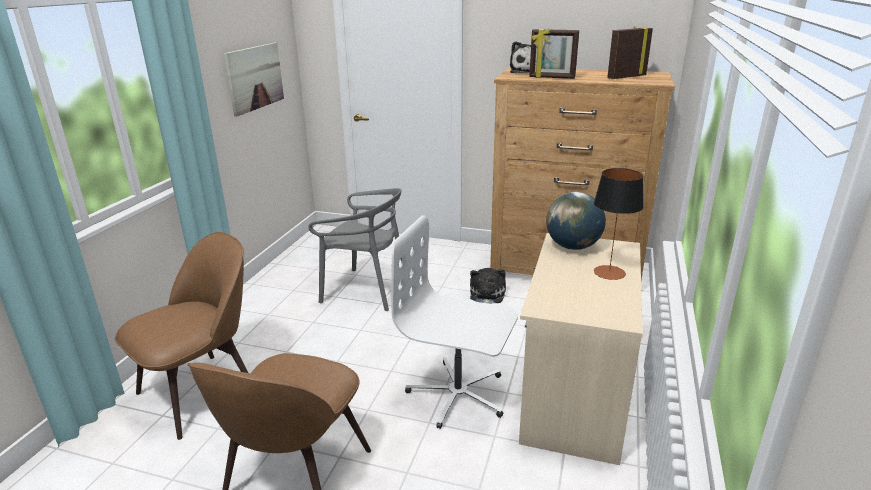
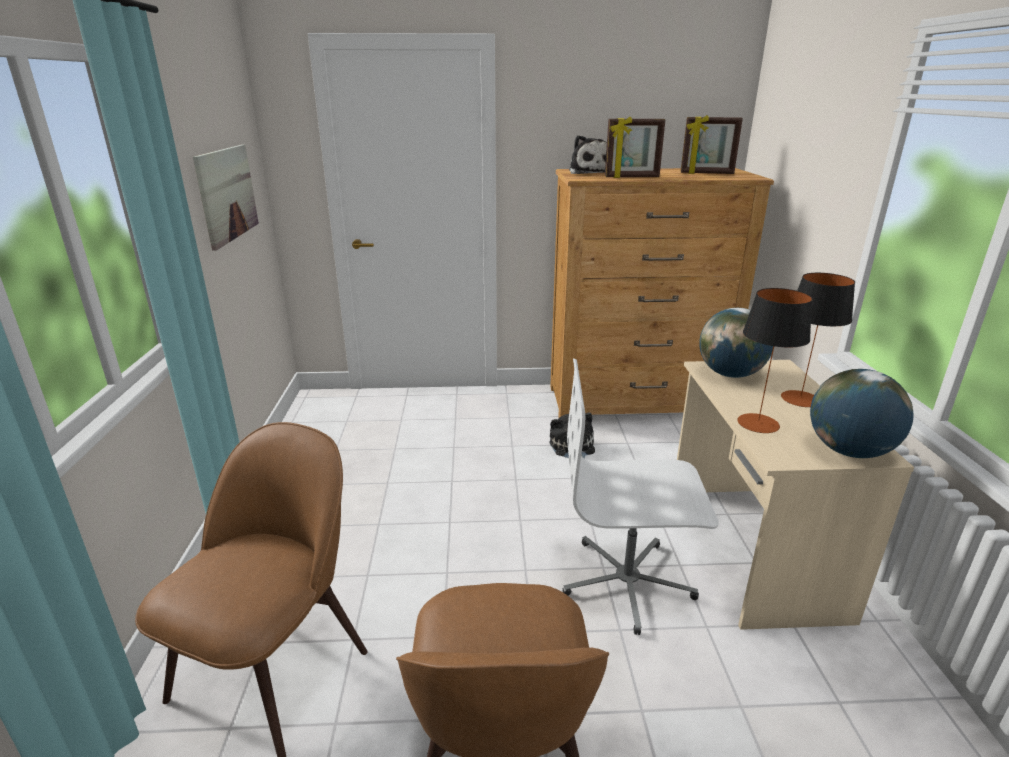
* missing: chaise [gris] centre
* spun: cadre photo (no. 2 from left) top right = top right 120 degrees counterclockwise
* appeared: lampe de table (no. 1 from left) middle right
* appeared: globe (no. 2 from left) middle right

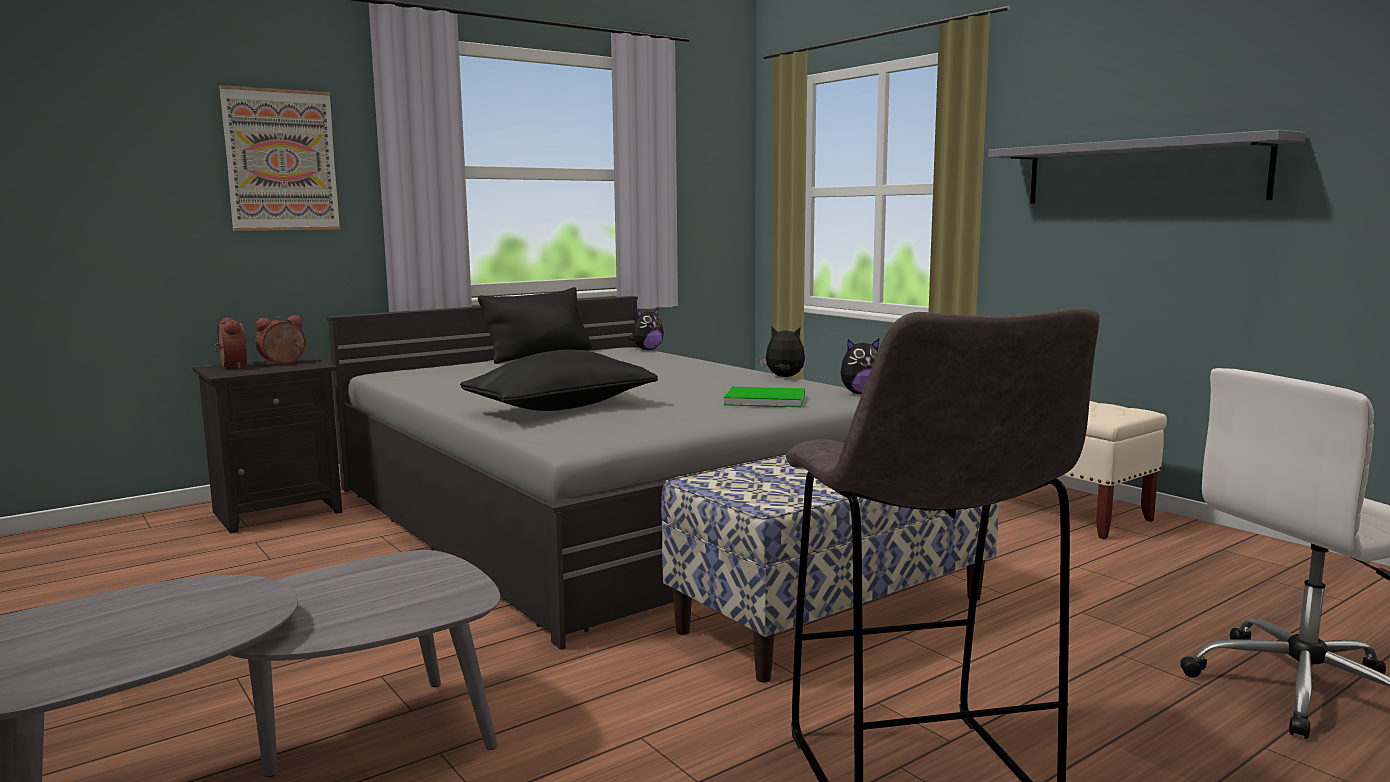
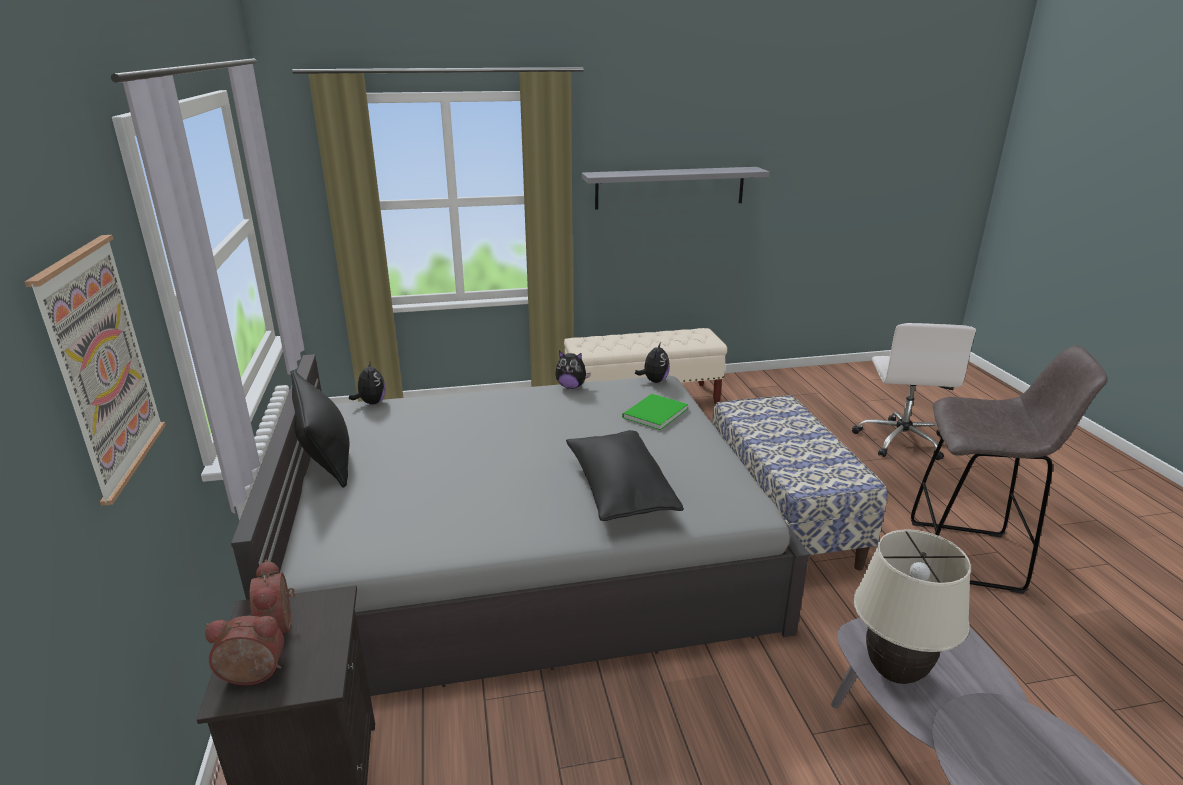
* spun: peluche (no. 2 from left) centre = centre 120 degrees counterclockwise
* appeared: lampe de table [beige] bottom right

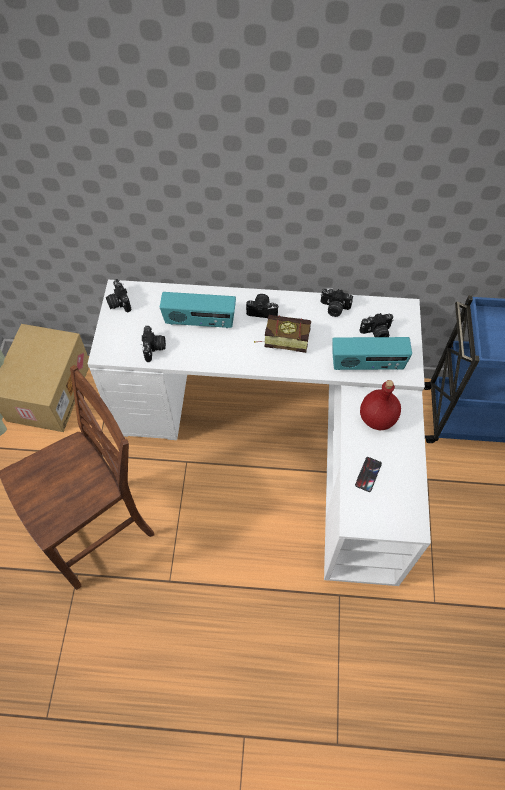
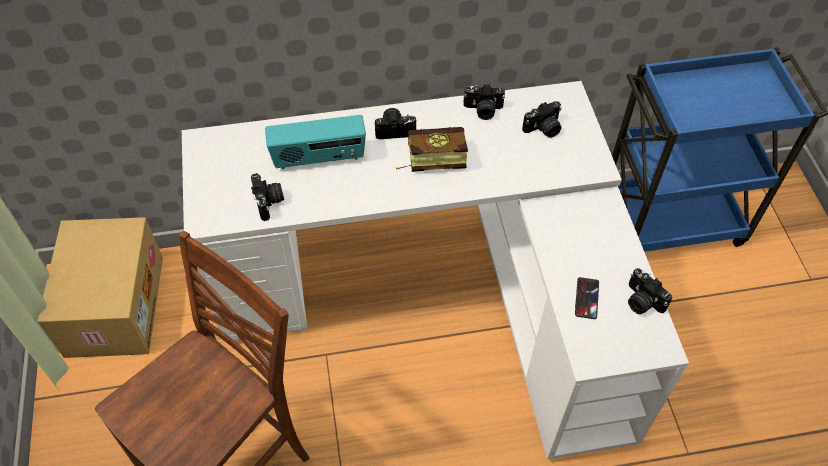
* relocated: appareil photo (no. 1 from left in the first image) middle left to appareil photo (no. 5 from left) middle right
* missing: radio (no. 2 from left) middle right
* missing: bouteille [rouge] middle right

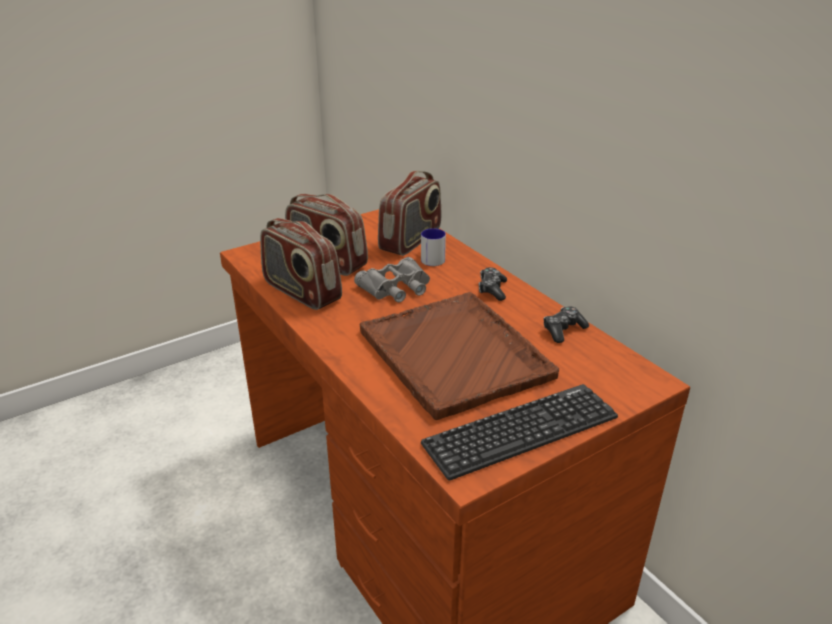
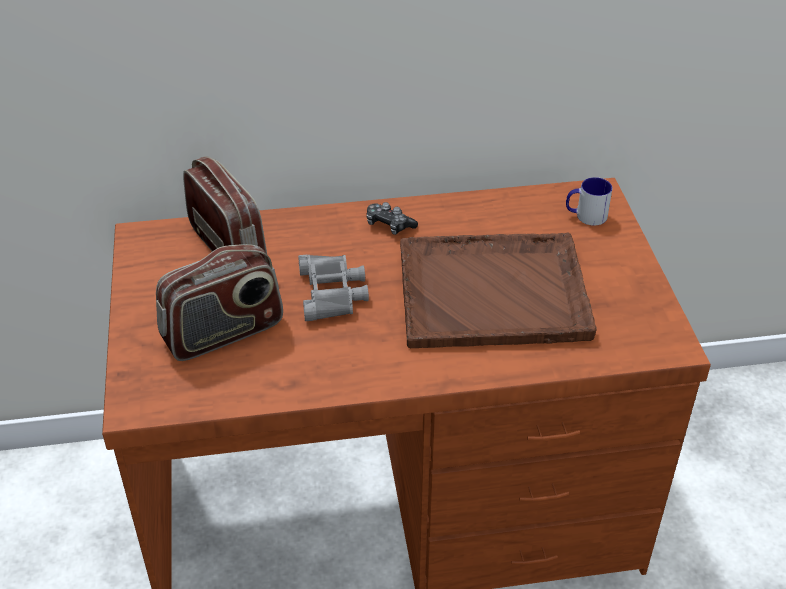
* missing: radio (no. 1 from left) centre
* relocated: mug centre to middle right
* missing: clavier bottom centre
* missing: manette (no. 2 from left) middle right

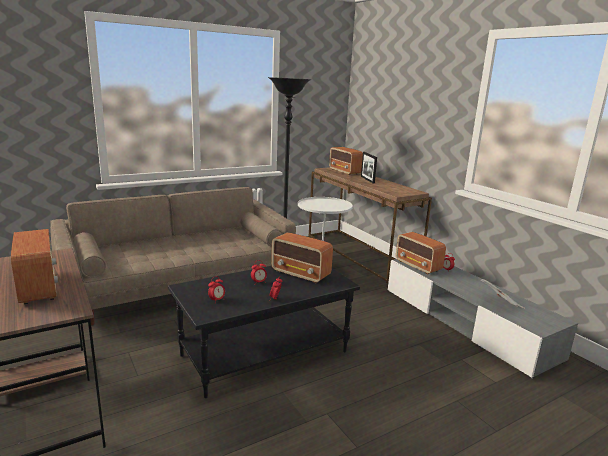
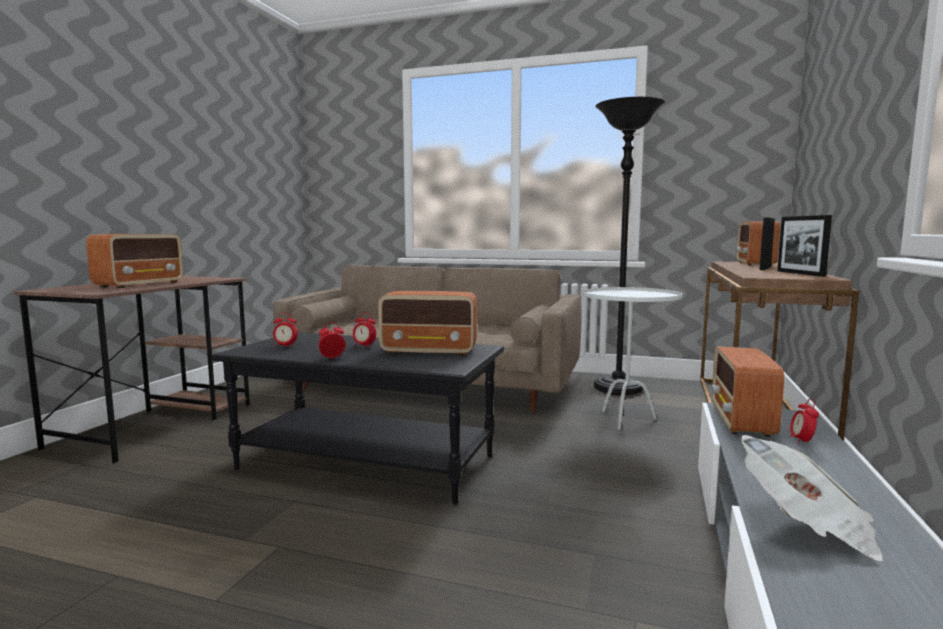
* spun: radio (no. 2 from left) centre = centre 75 degrees counterclockwise
* appeared: cadre photo (no. 2 from left) middle right

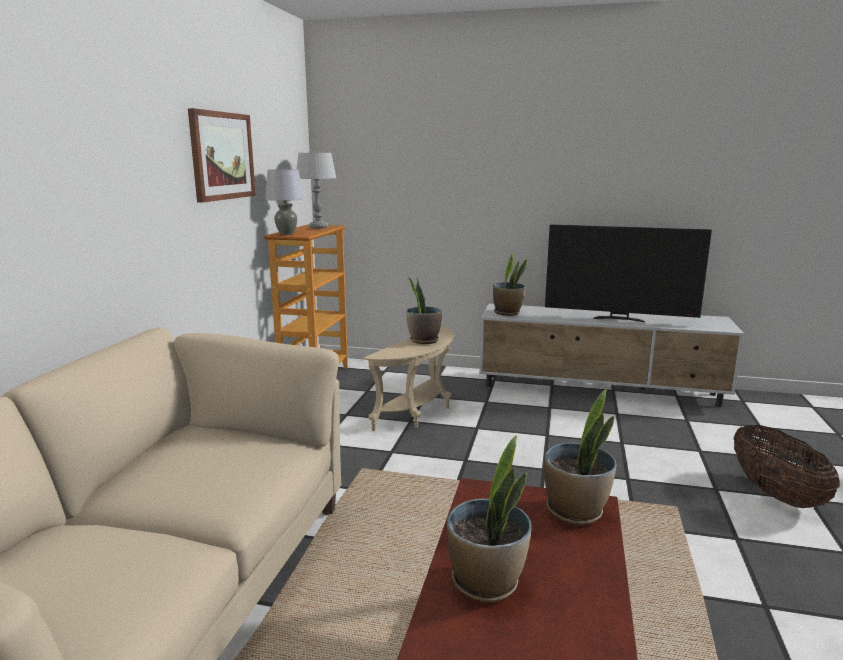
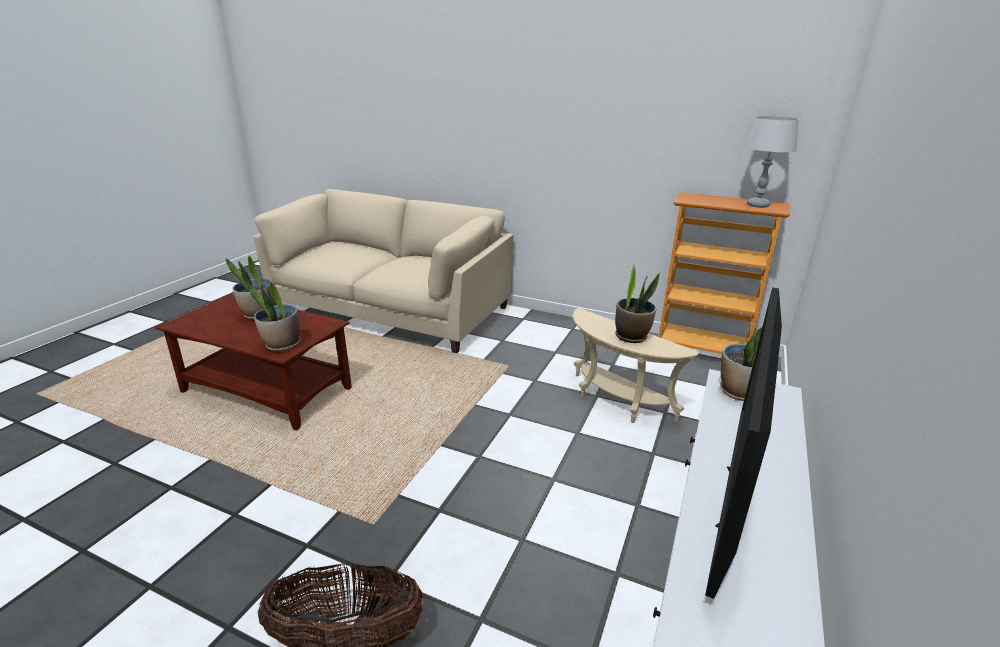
* missing: tableau top left
* missing: lampe de table [gris] (no. 1 from left) top centre

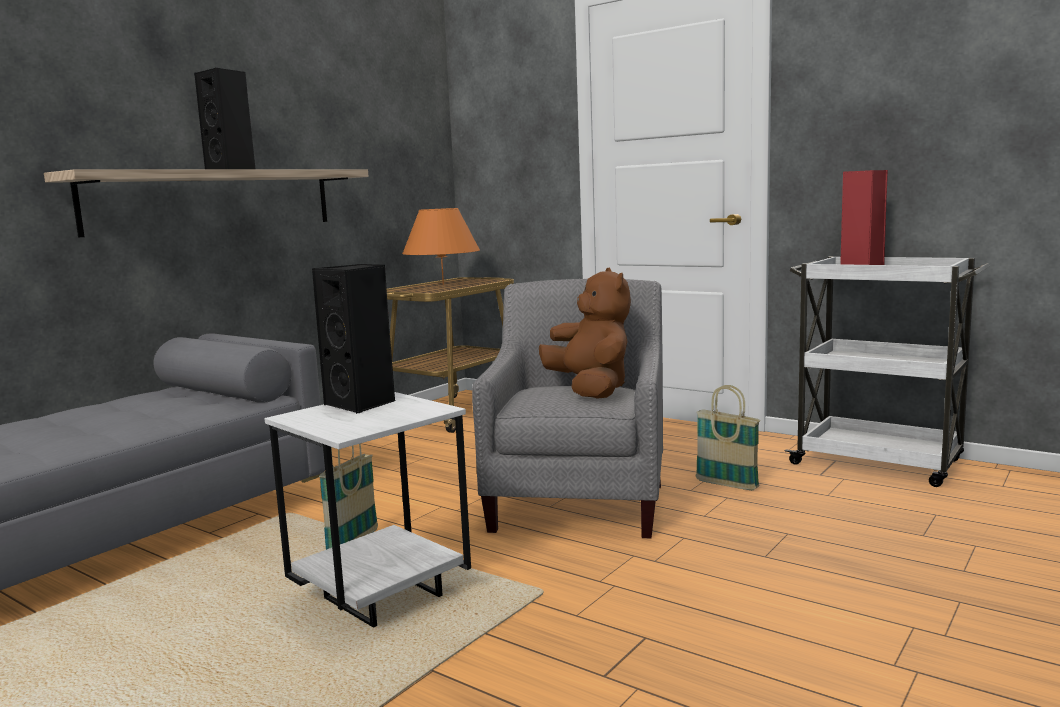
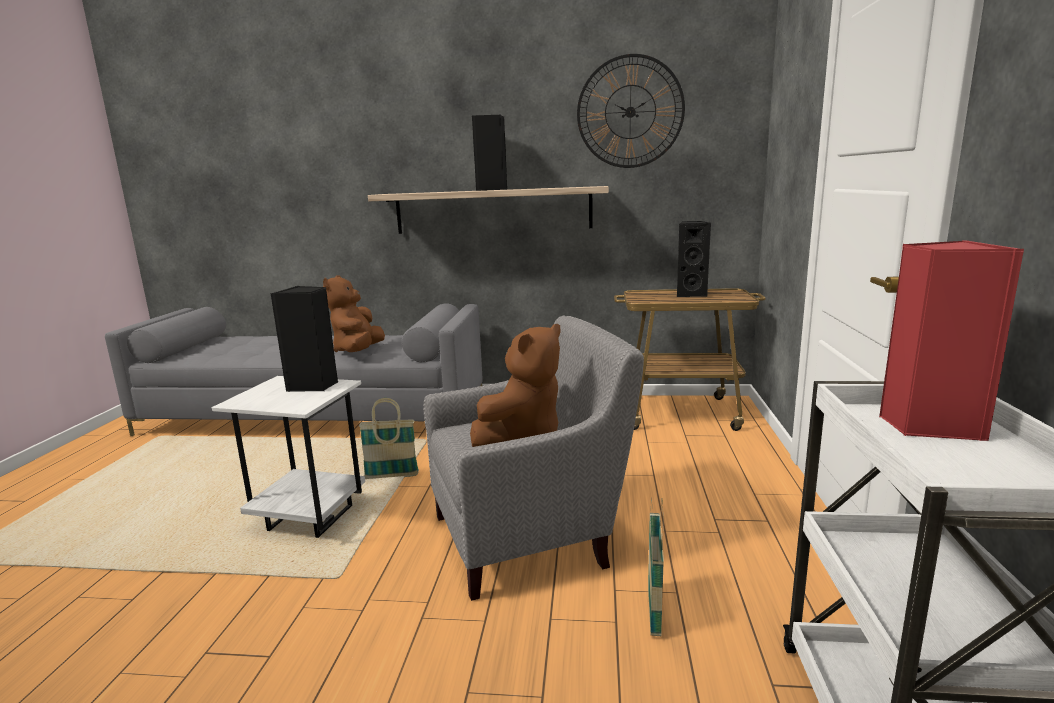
* exchanged: lampe de table [orange] centre to enceinte [noir] (no. 3 from left) centre
* appeared: peluche [marron] (no. 1 from left) centre
* appeared: horloge murale top centre

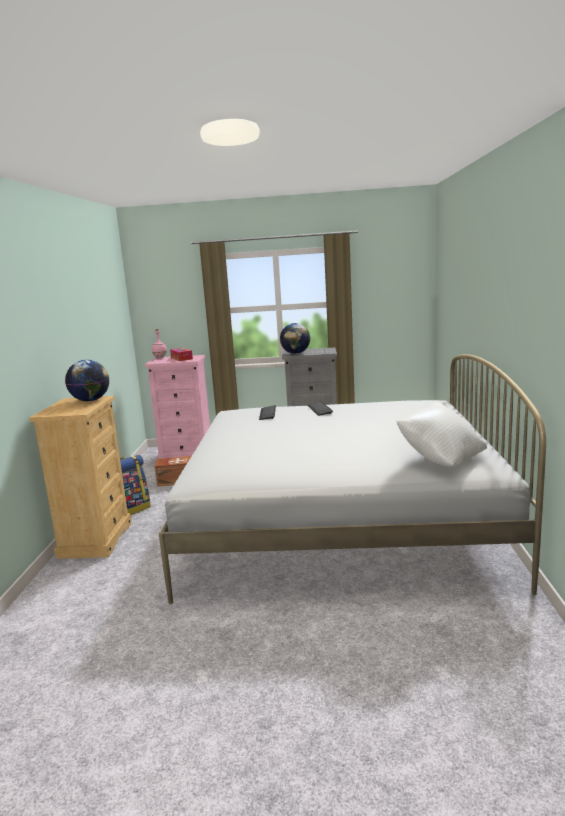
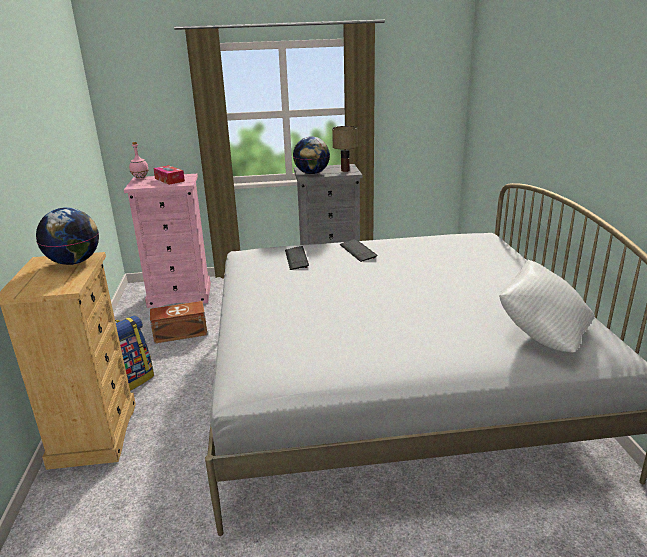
* appeared: lampe de table top centre

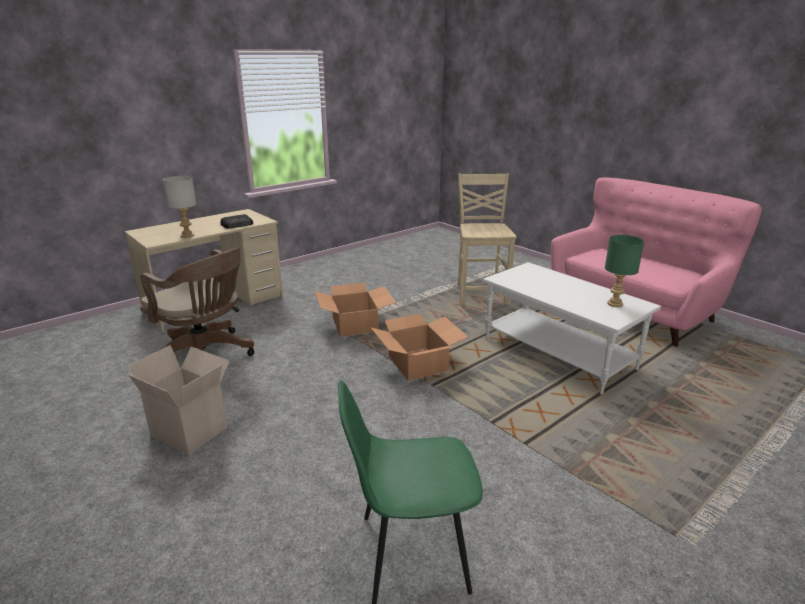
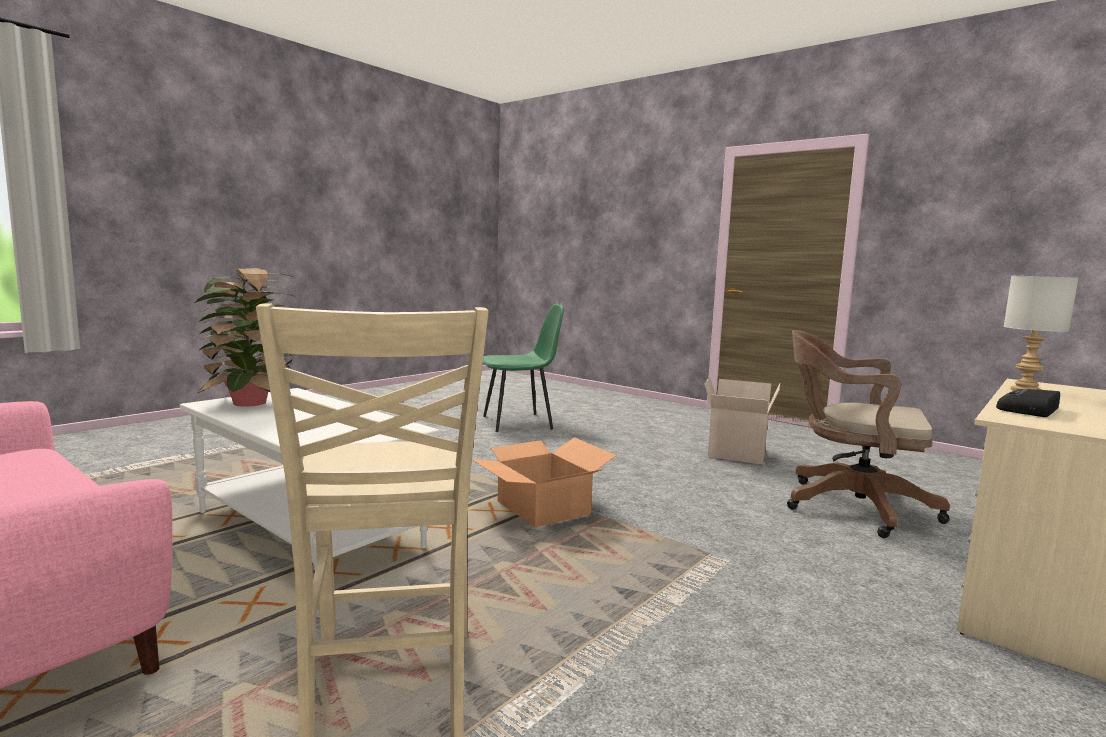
* missing: carton (no. 2 from left) centre
* exchanged: lampe de table [vert] middle right to plante en pot middle left

